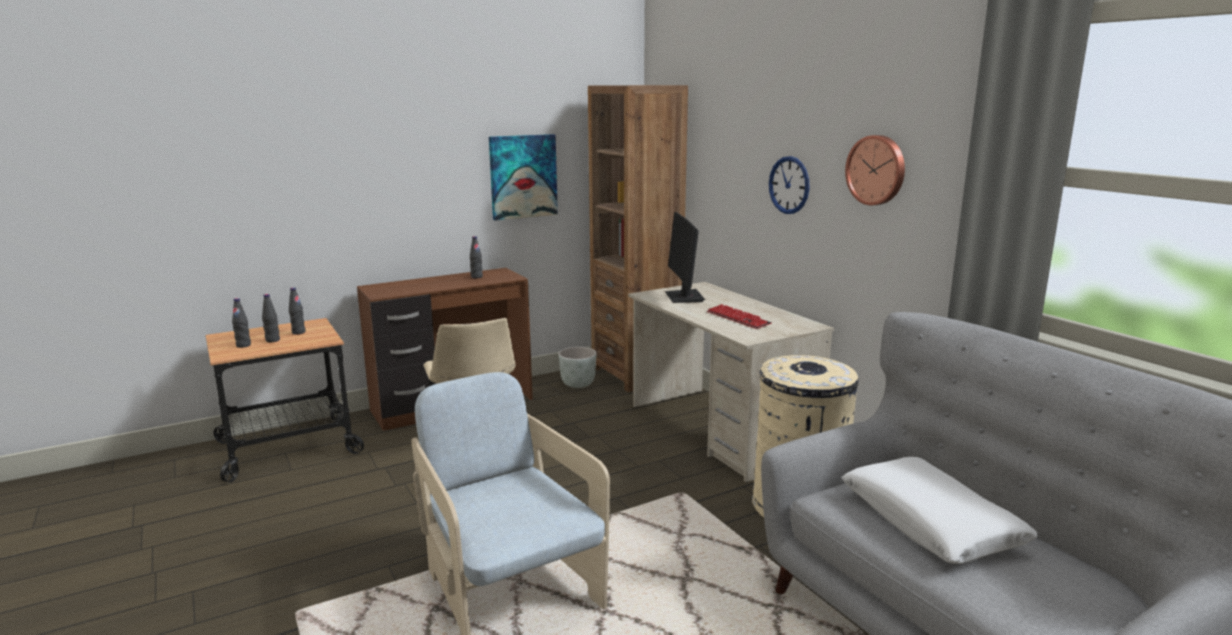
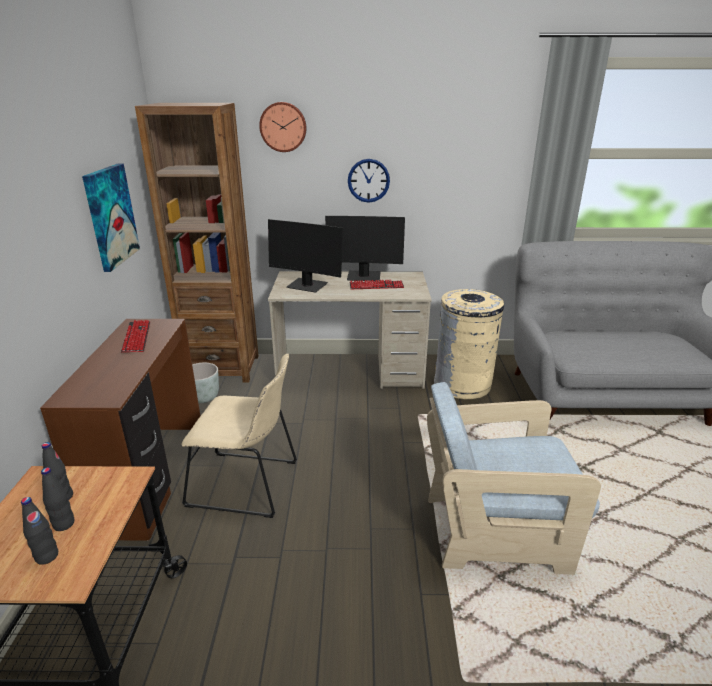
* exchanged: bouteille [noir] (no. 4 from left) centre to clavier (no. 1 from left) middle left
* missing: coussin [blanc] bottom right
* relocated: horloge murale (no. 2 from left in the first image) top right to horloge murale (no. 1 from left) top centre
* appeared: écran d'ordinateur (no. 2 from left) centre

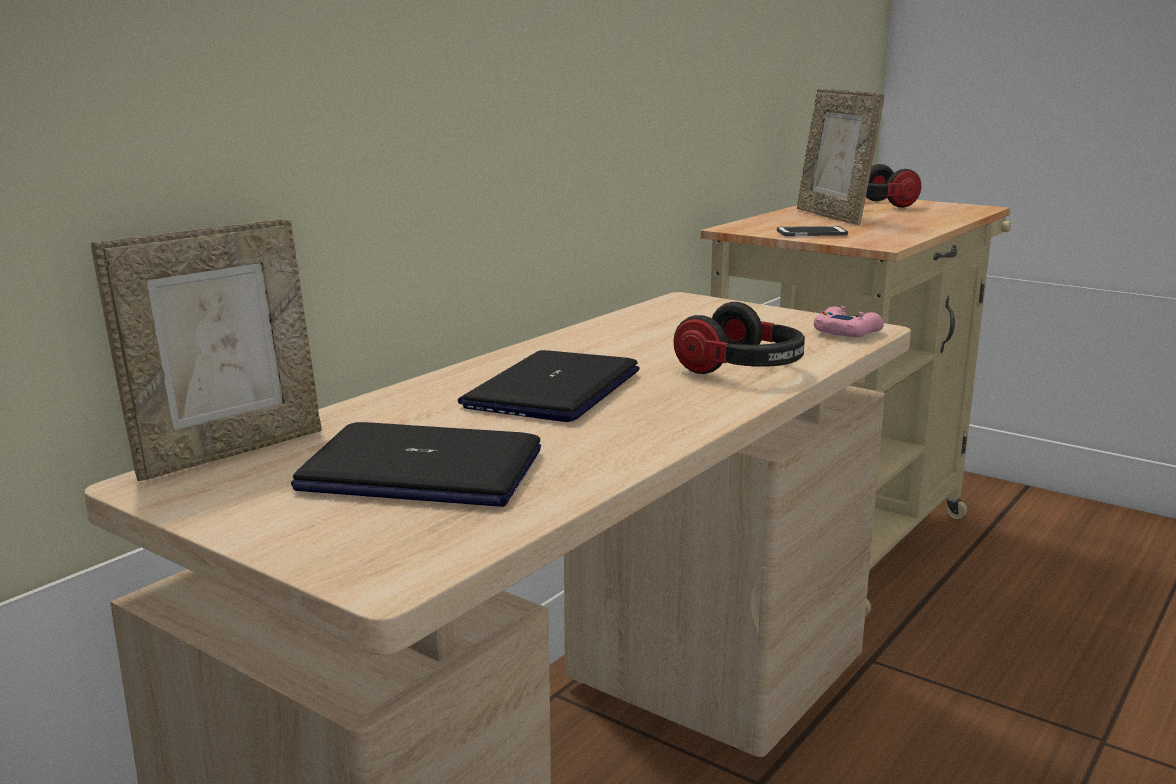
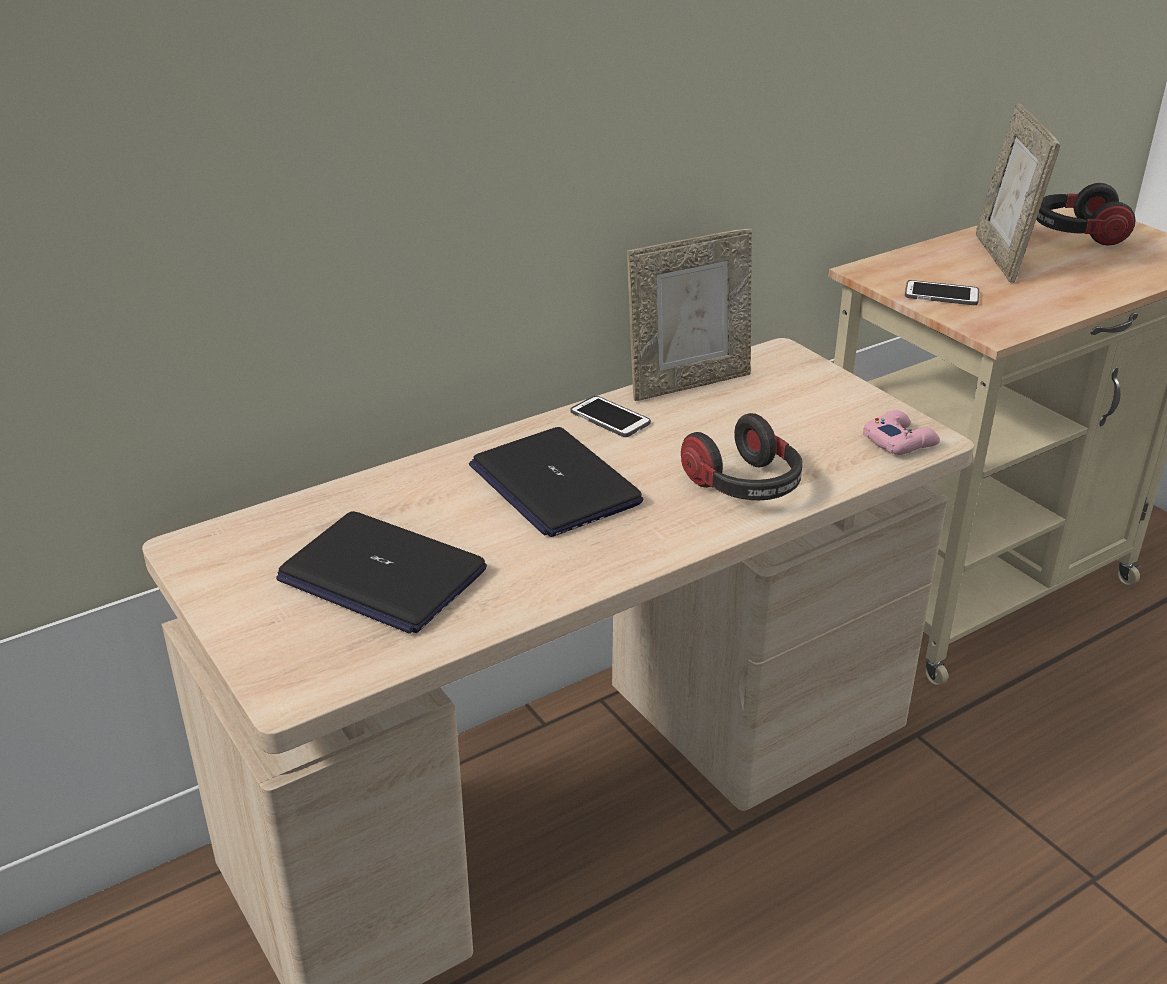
* relocated: cadre photo (no. 1 from left) middle left to top centre
* spun: ordinateur portable (no. 2 from left) centre = centre 75 degrees counterclockwise
* appeared: téléphone (no. 1 from left) centre

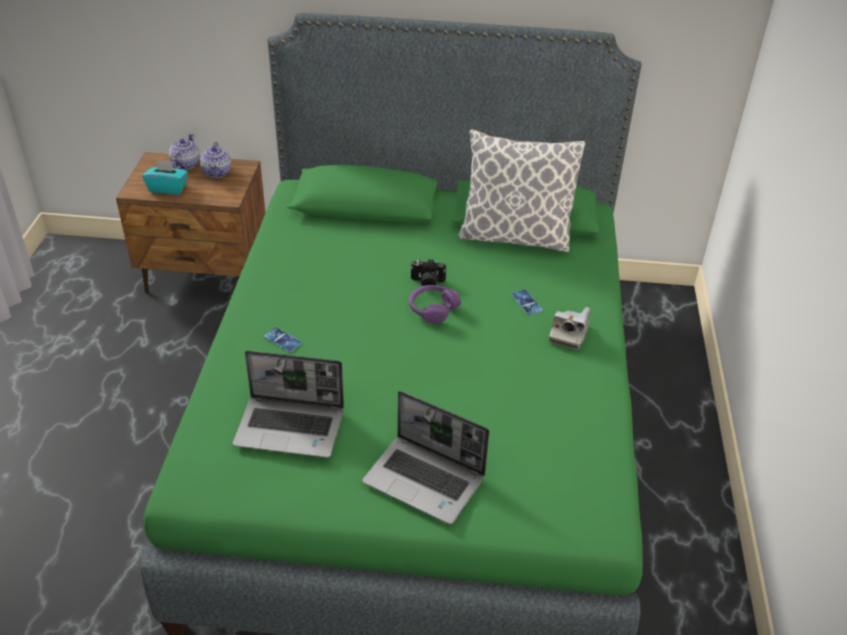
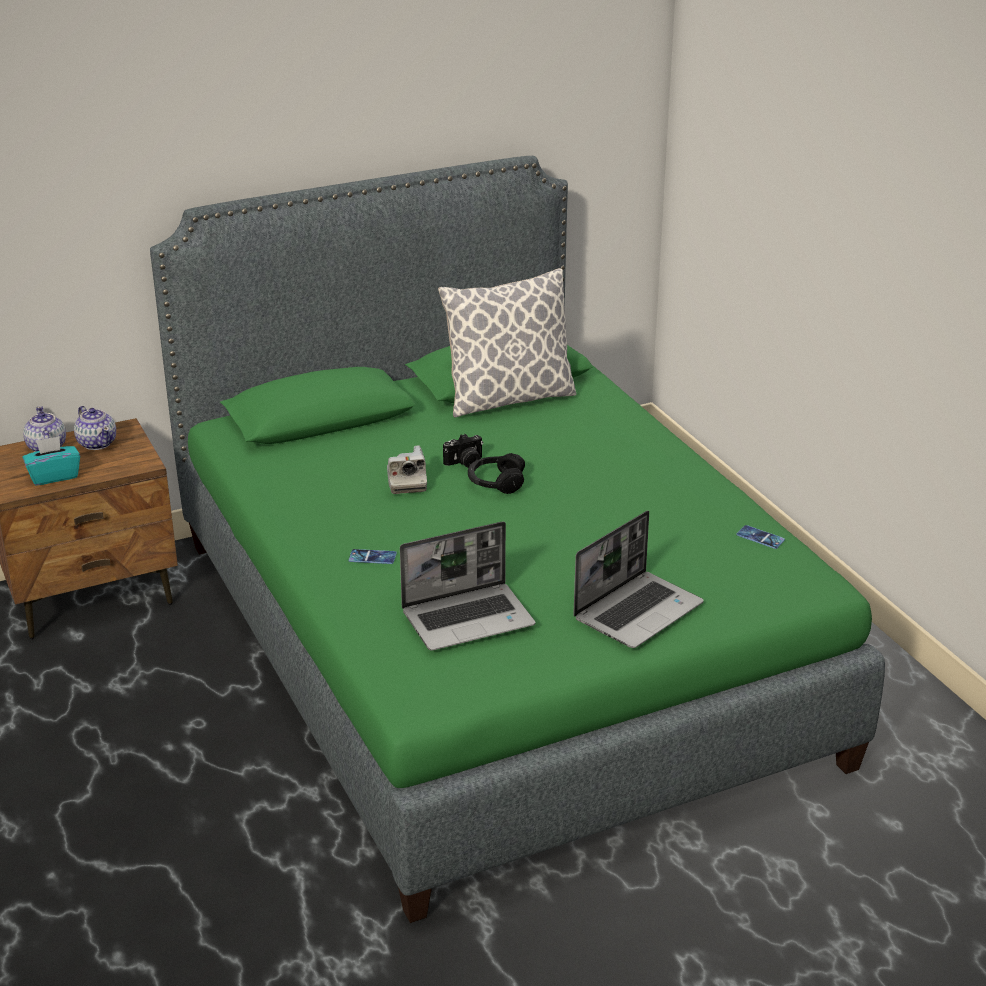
* spun: ordinateur portable (no. 2 from left) bottom centre = centre 45 degrees counterclockwise
* colour: casque audio [violet] centre to casque audio [noir] centre
* relocated: téléphone (no. 2 from left) centre to middle right
* relocated: appareil photo (no. 2 from left in the first image) middle right to appareil photo (no. 1 from left) centre

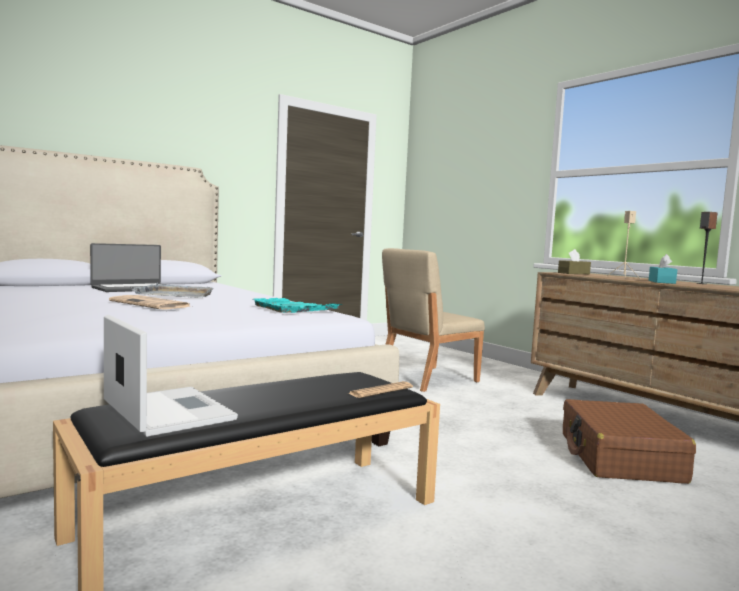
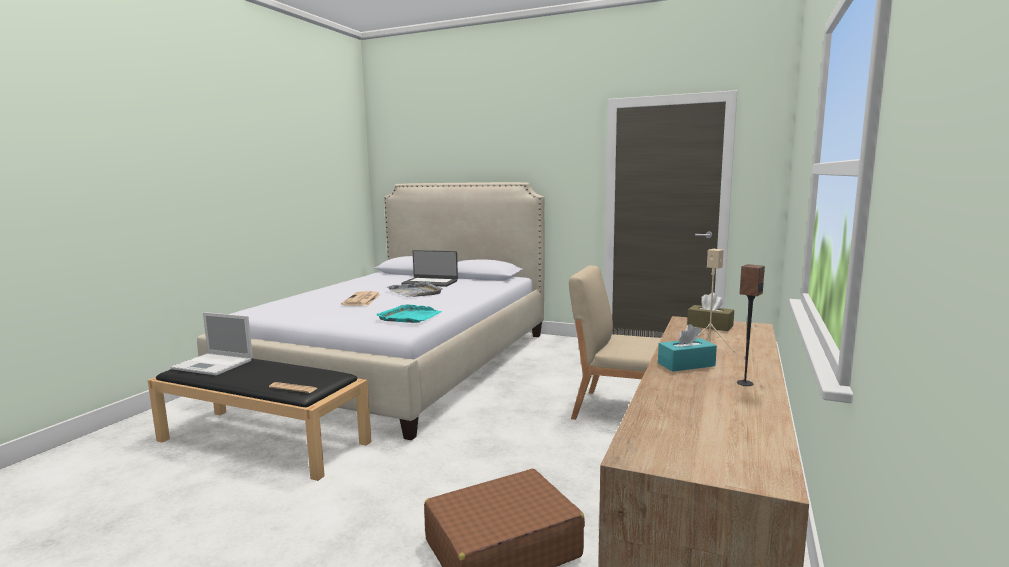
* spun: ordinateur portable (no. 2 from left in the first image) middle left = middle left 90 degrees clockwise

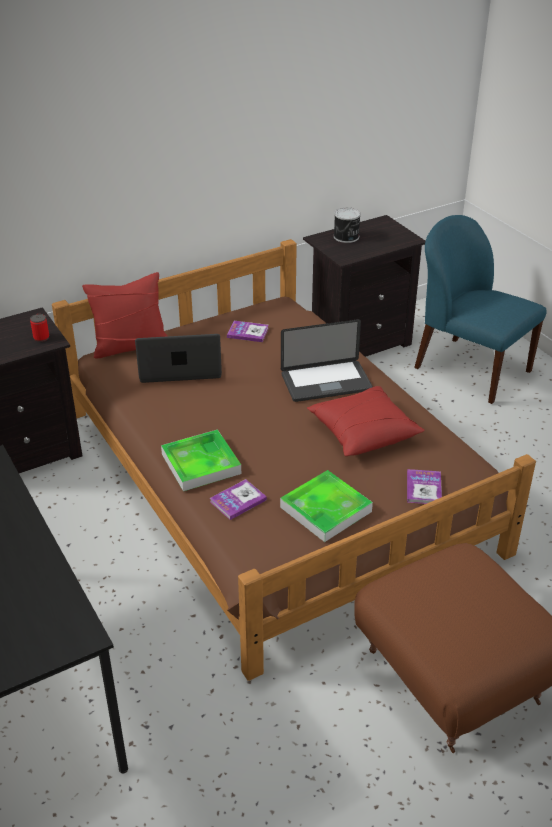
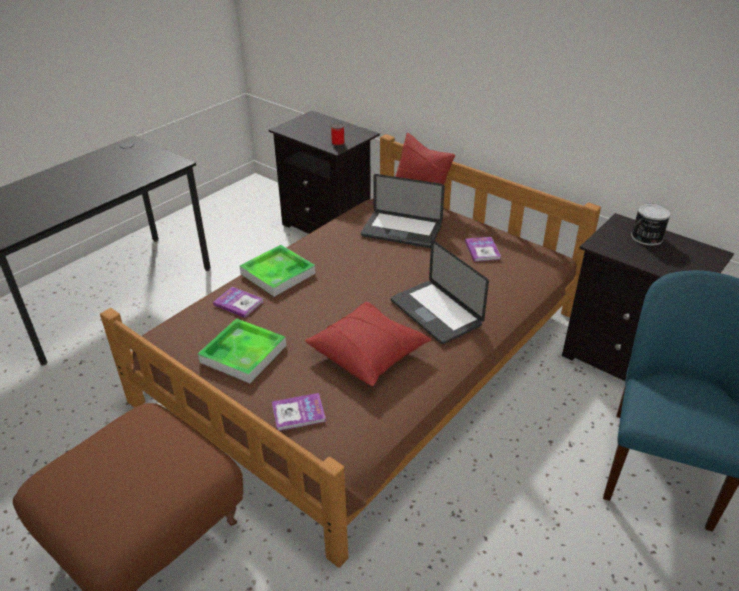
* spun: ordinateur portable (no. 1 from left) middle left = centre 135 degrees clockwise

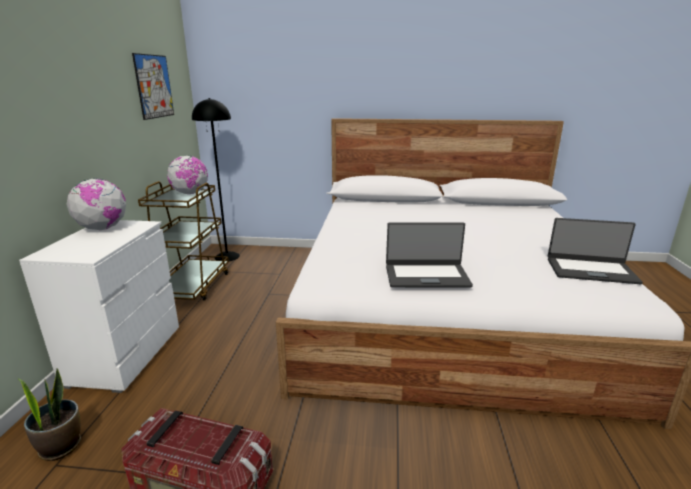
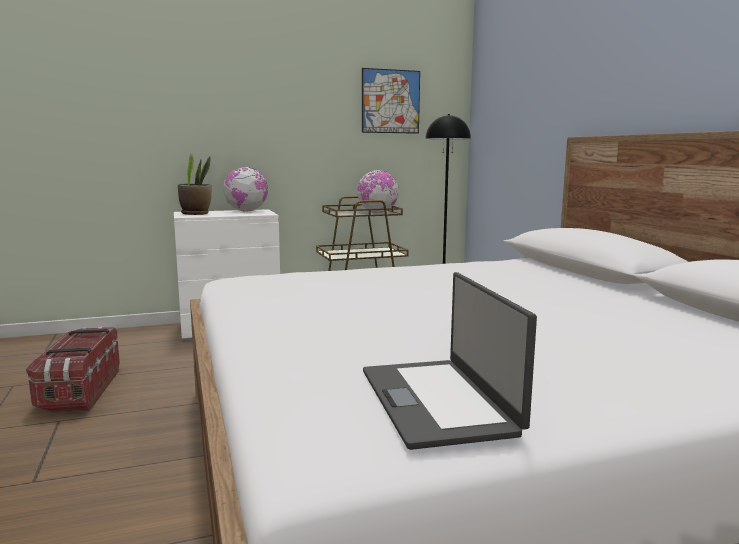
* relocated: plante en pot bottom left to middle left
* missing: ordinateur portable (no. 1 from left) centre

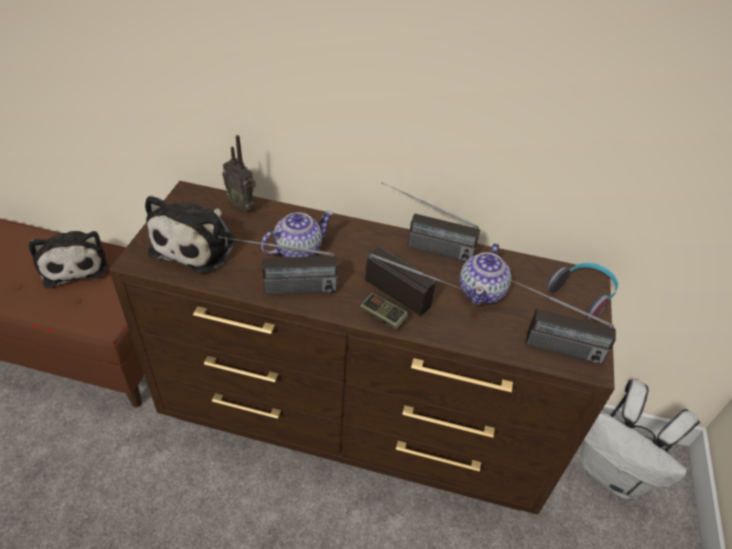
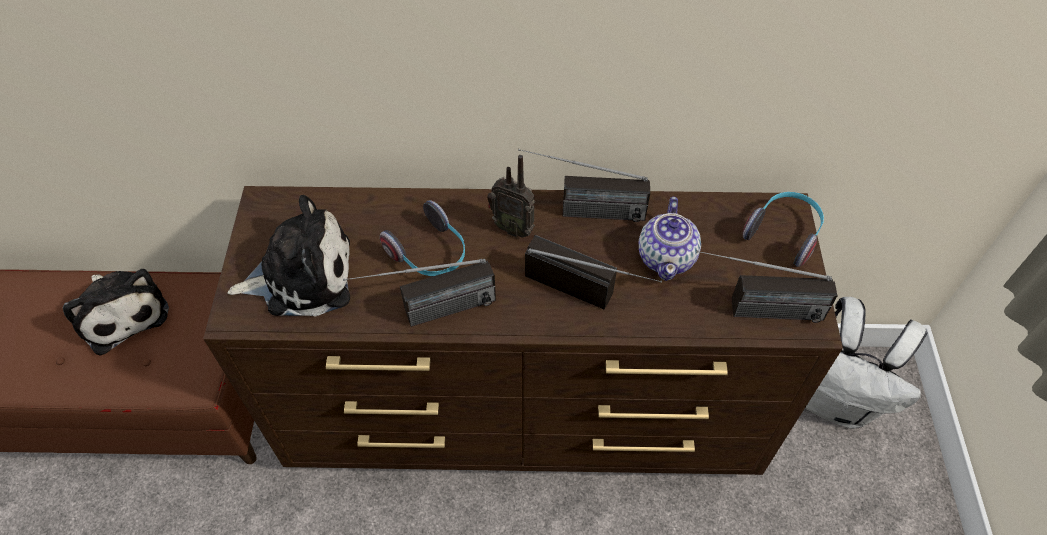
* spun: peluche (no. 2 from left) middle left = middle left 105 degrees counterclockwise
* relocated: radio (no. 1 from left in the first image) top left to radio (no. 2 from left) centre
* exchanged: théière (no. 1 from left) centre to casque audio (no. 1 from left) centre
* missing: manette centre

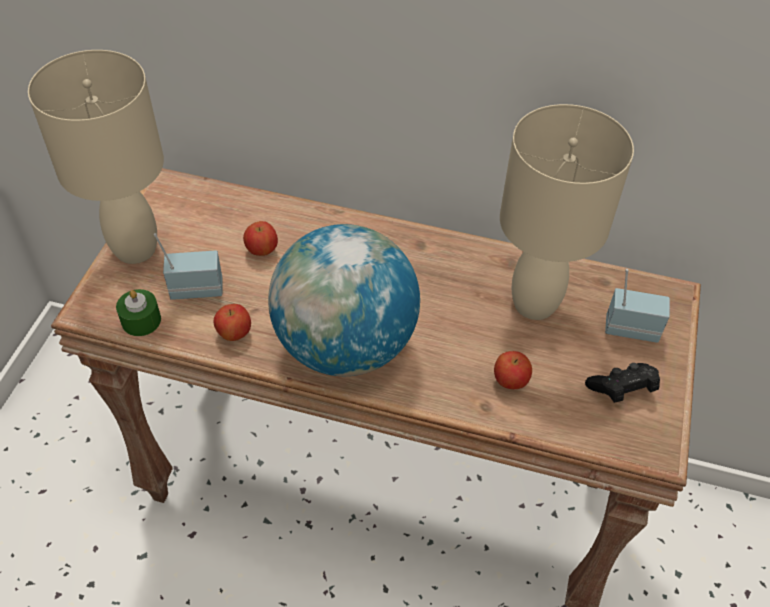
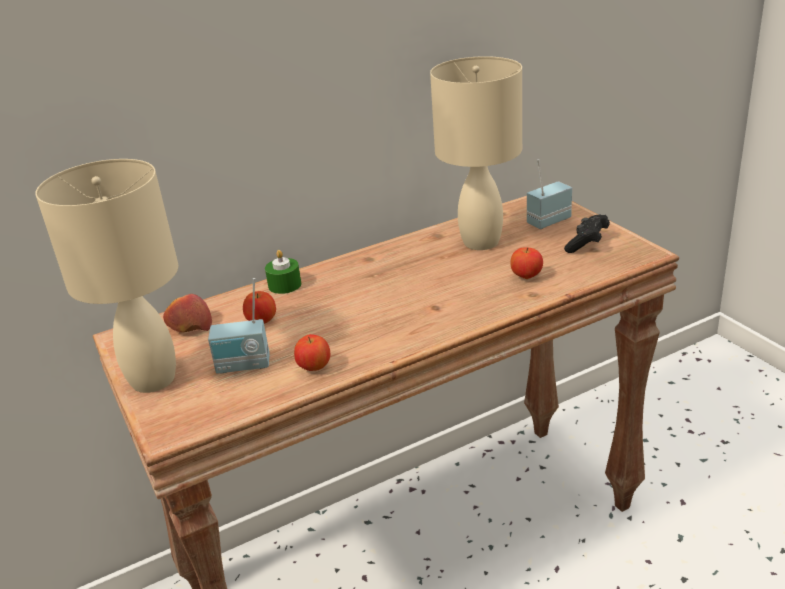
* relocated: bougie [vert] middle left to centre
* spun: radio (no. 1 from left) middle left = middle left 135 degrees counterclockwise
* missing: globe centre
* appeared: pomme (no. 1 from left) middle left

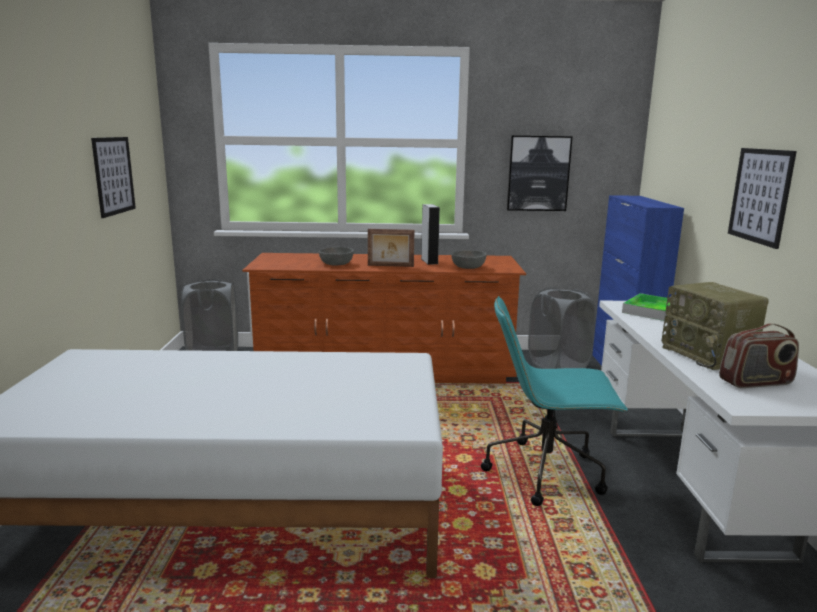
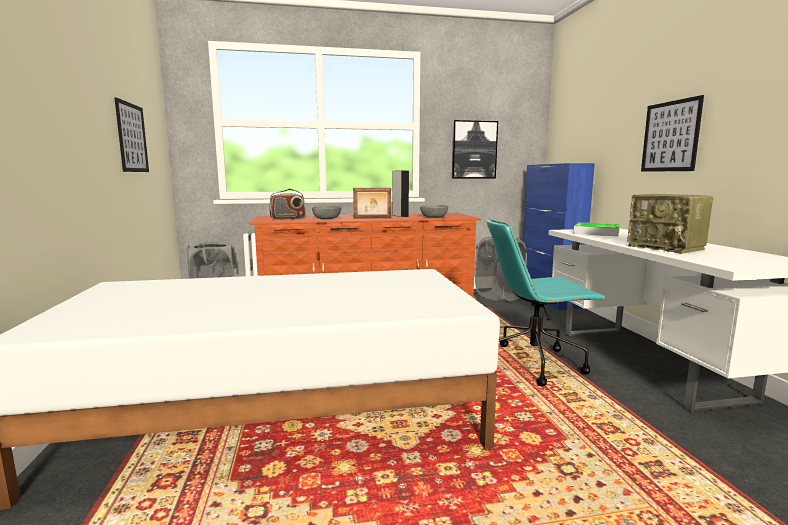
* relocated: radio (no. 2 from left in the first image) middle right to radio (no. 1 from left) centre

